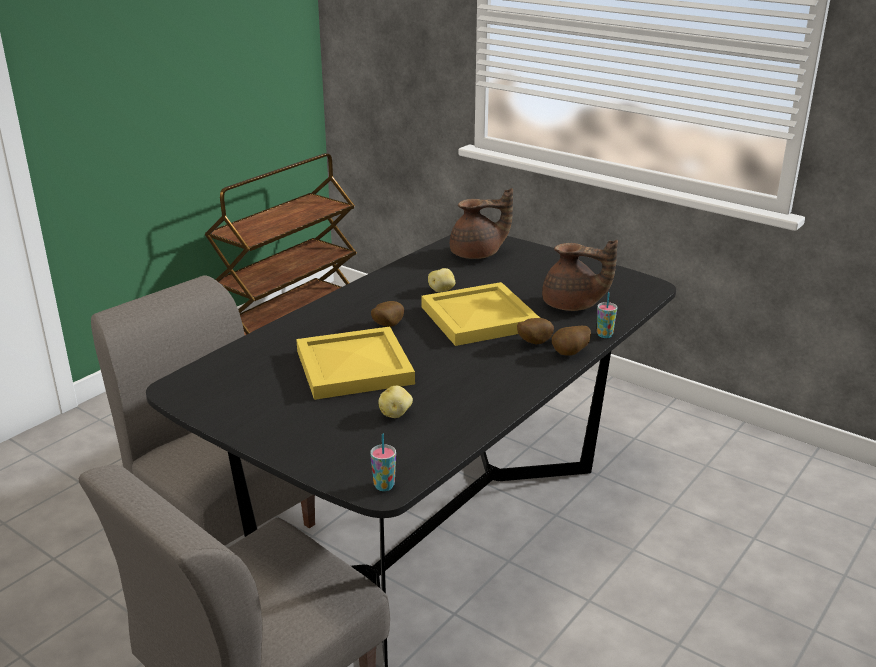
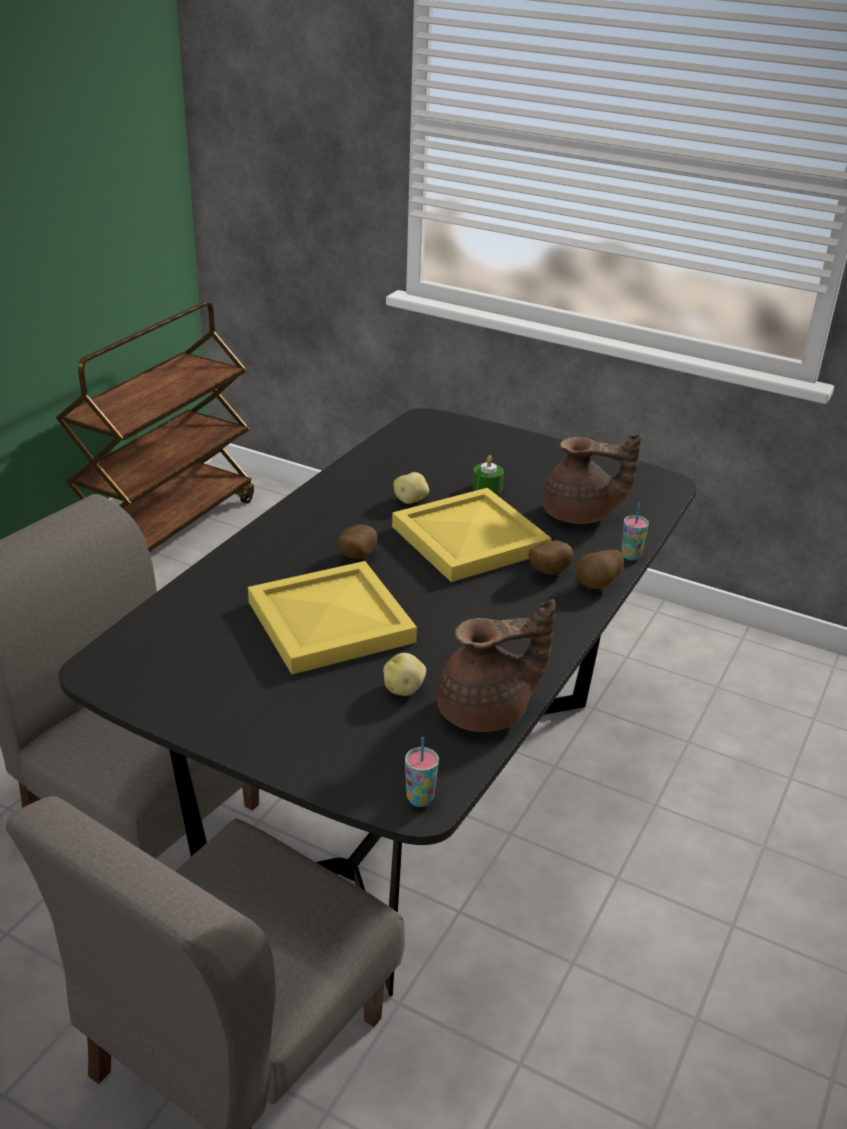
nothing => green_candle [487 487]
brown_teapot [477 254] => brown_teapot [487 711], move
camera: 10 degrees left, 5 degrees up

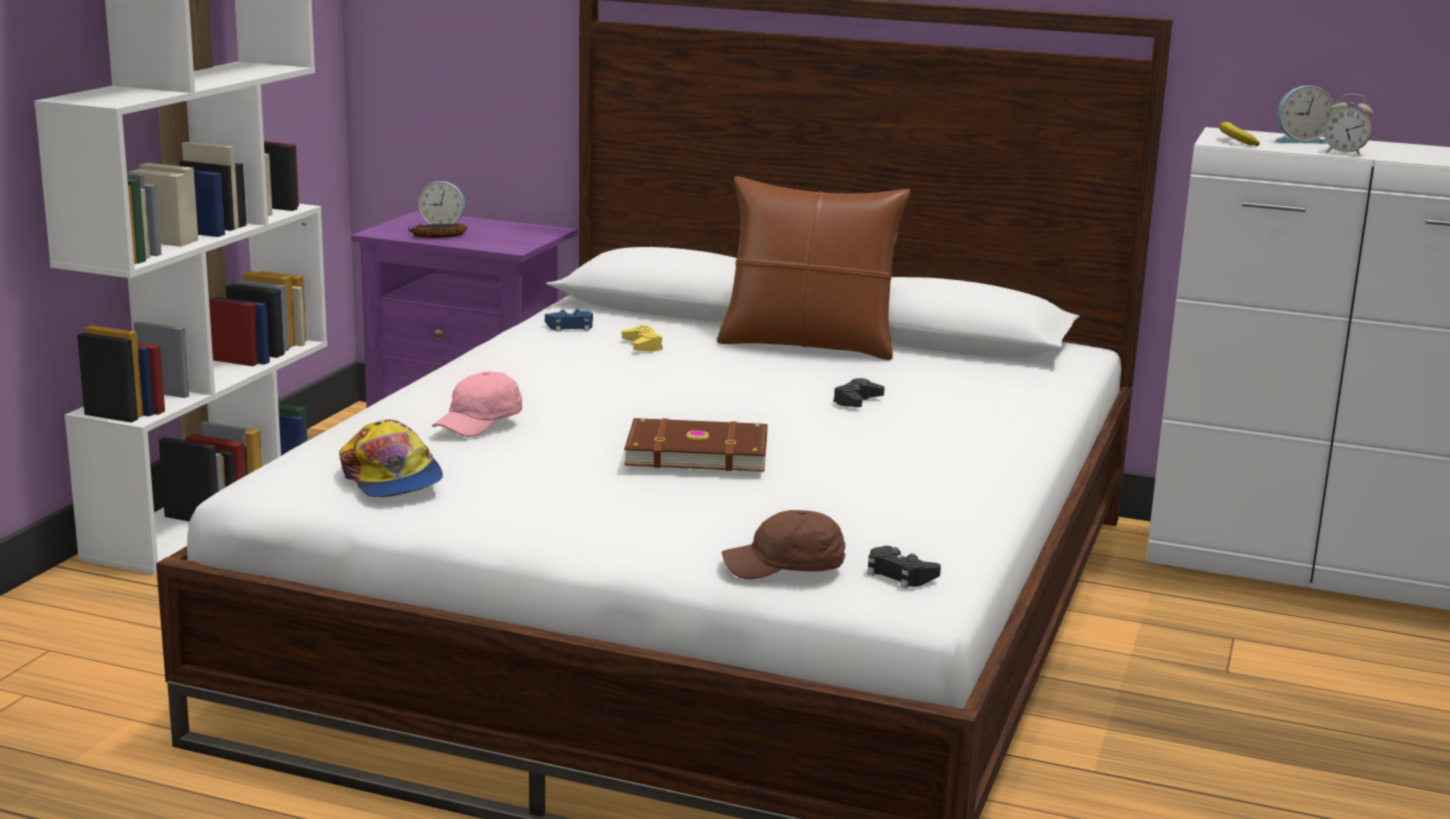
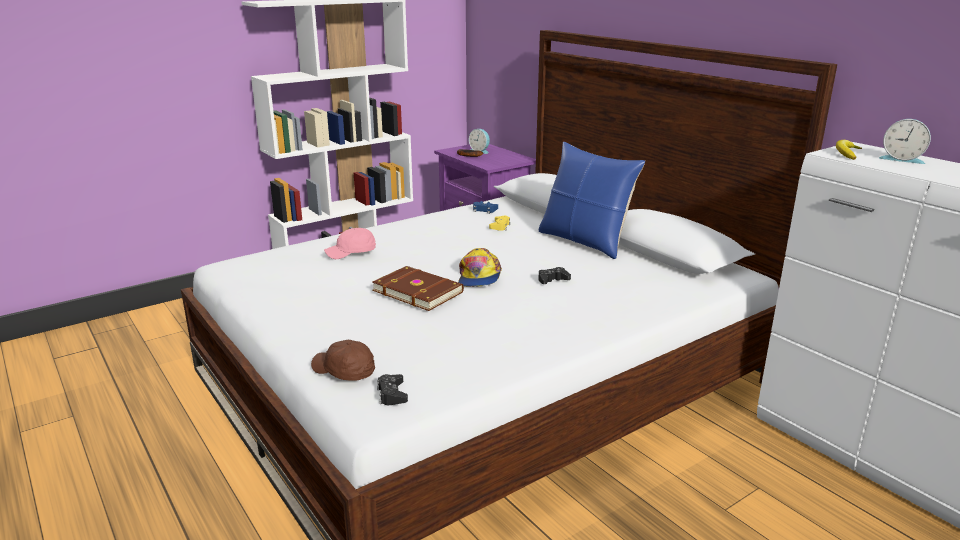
alarm_clock [1344 153] => nothing
cap [392 478] => cap [479 277], move
brown_pillow [808 345] => blue_pillow [585 241]
camera: 35 degrees right, 5 degrees up

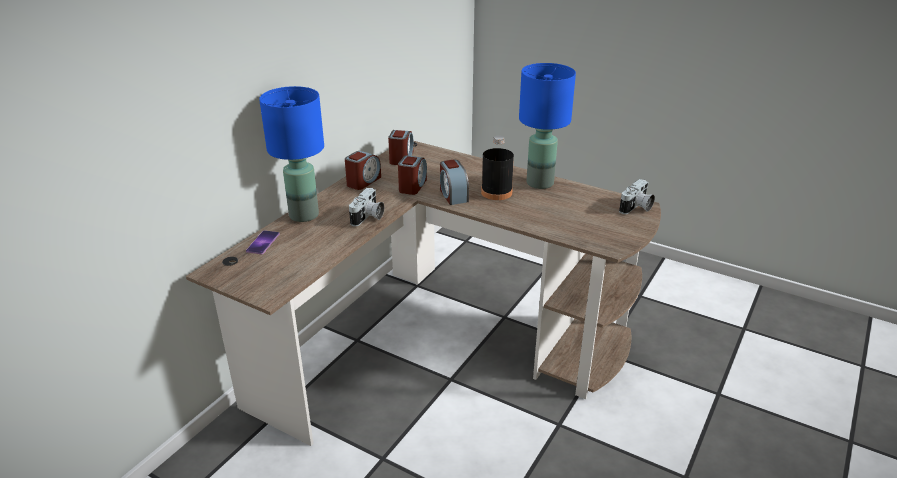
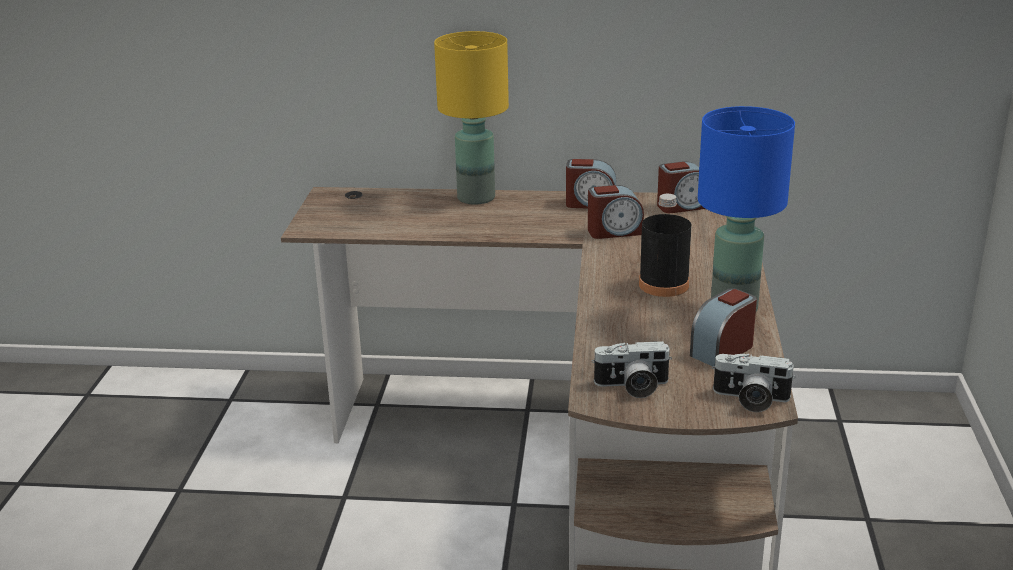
phone [263 242] => nothing
photo_camera [368 217] => photo_camera [632 387], move
alarm_clock [453 195] => alarm_clock [722 350], move
blue_table_lamp [303 215] => yellow_table_lamp [475 198]
camera: 65 degrees right, 5 degrees down

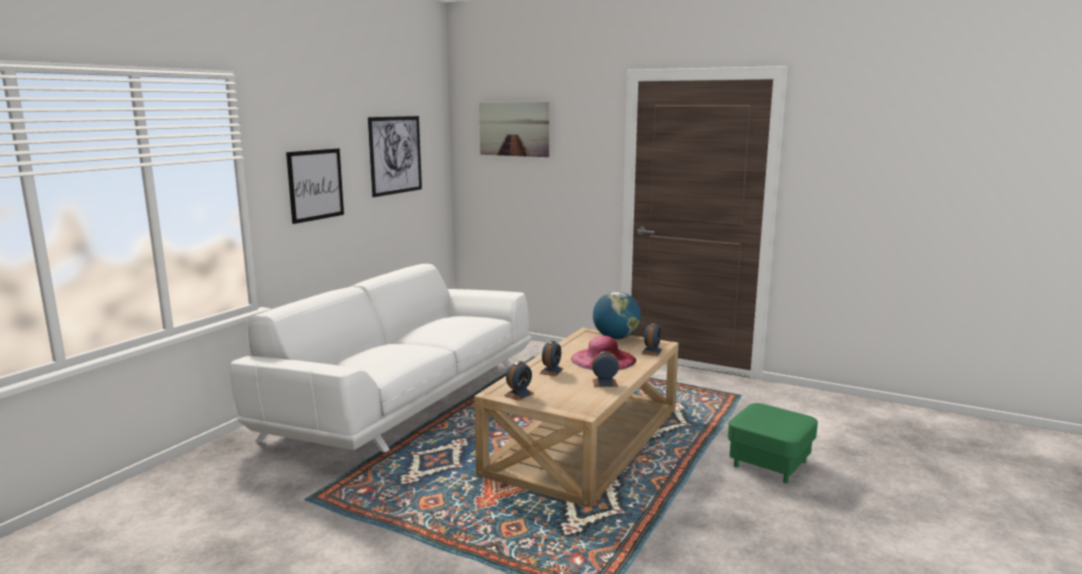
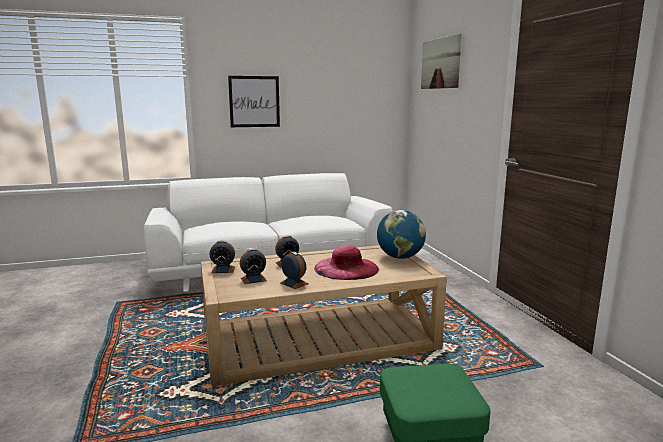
picture [395 155] => nothing
alarm_clock [652 351] => alarm_clock [253 279], move
camera: 45 degrees right, 0 degrees up

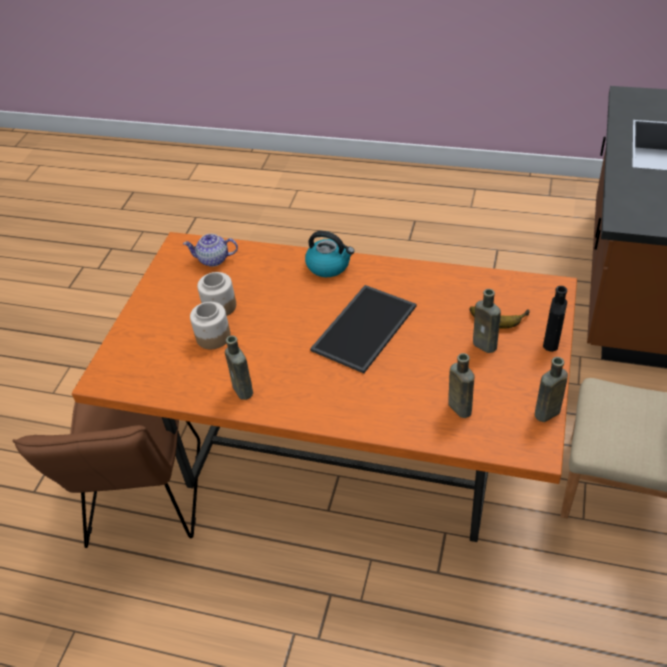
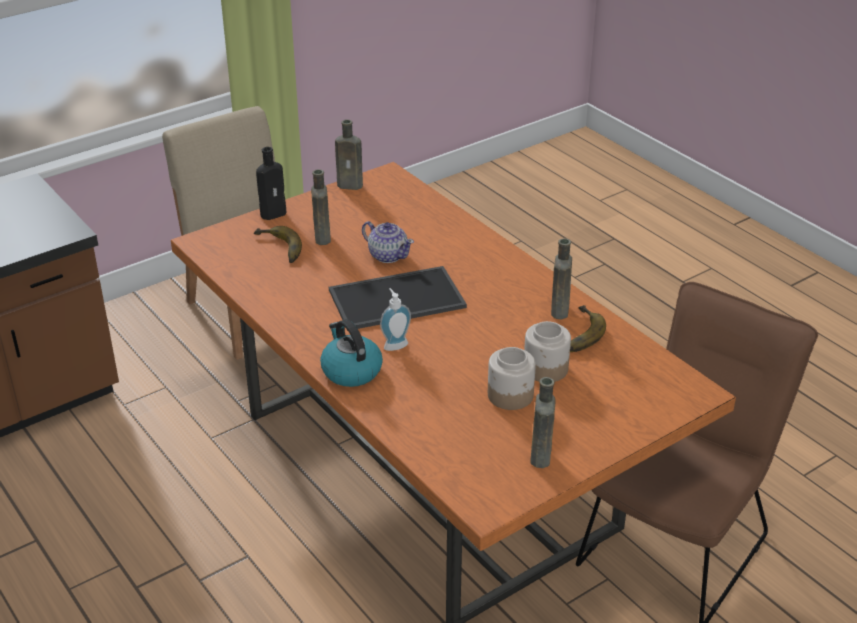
nothing => soap_dispenser [394 344]
nothing => banana [577 334]
teapot [214 259] => teapot [388 255], move
brown_bottle [458 406] => brown_bottle [540 458], move
camera: 145 degrees left, 10 degrees down

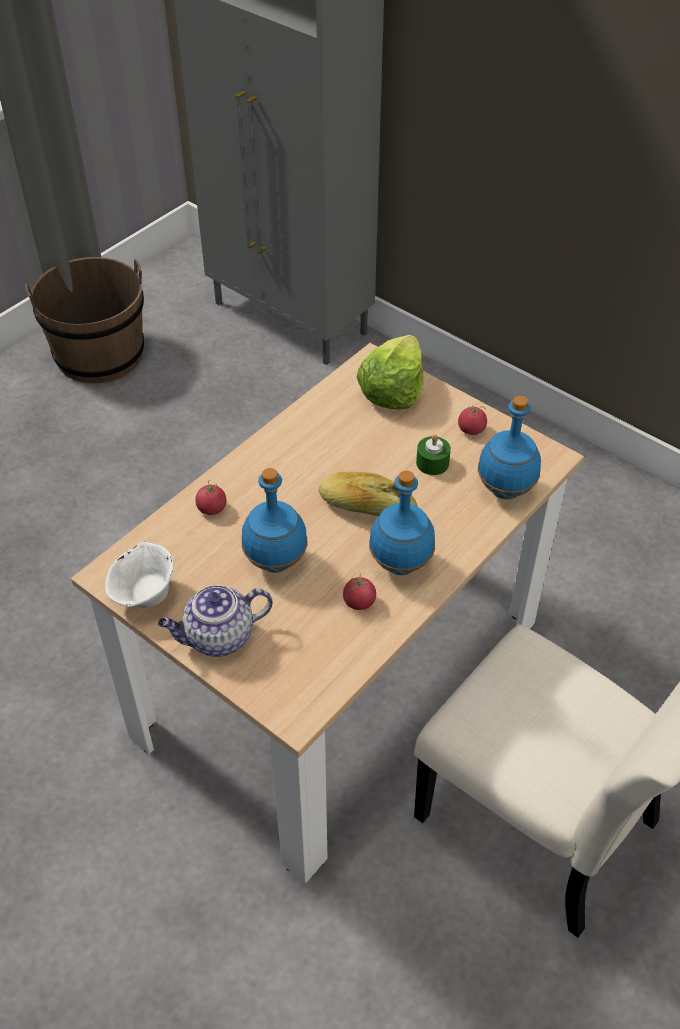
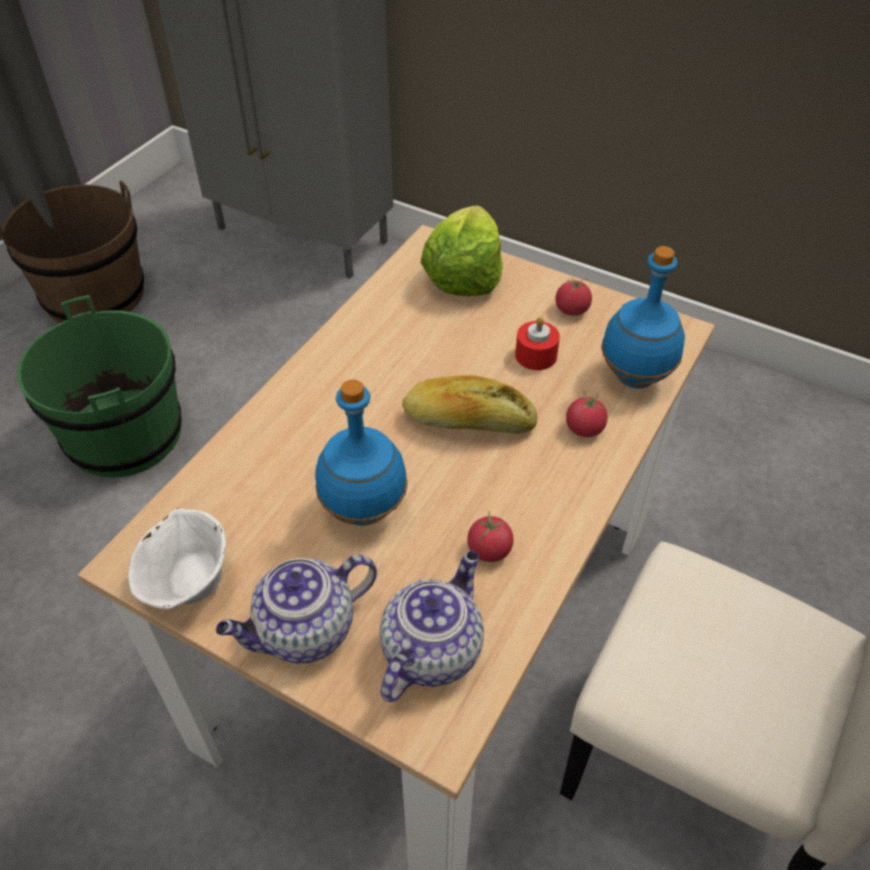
blue_bottle [399 564] => nothing
nothing => green_bucket [124 434]
nothing => teapot [432 649]
tomato [212 508] => tomato [584 428], move
green_candle [432 463] => red_candle [536 355]
camera: 10 degrees left, 0 degrees up

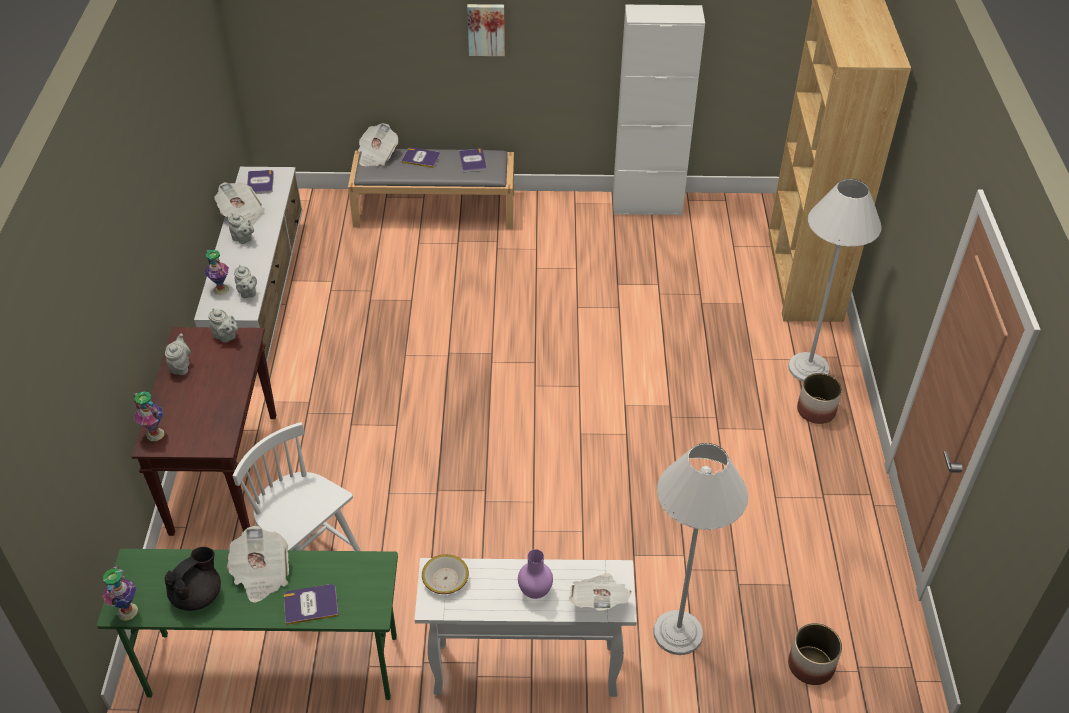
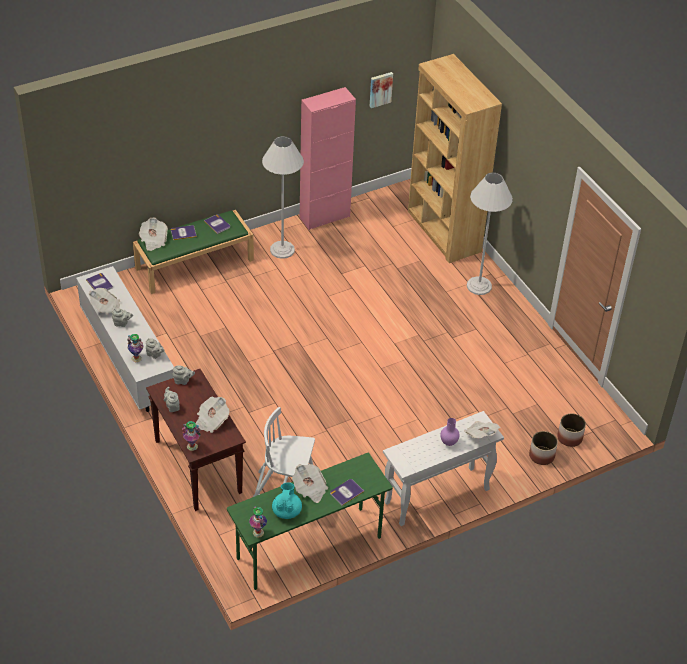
bowl [445 578] => nothing
nothing => newspaper [211 421]
picture [486 29] => picture [380 89], move
white_floor_lamp [678 633] => white_floor_lamp [282 250], move
planter [816 411] => planter [542 456], move
black_teapot [198 595] => turquoise_teapot [287 511]
grey_bench [436 209] => green_bench [195 263]
white_cabinet [647 205] => pink_cabinet [324 217]
camera: 30 degrees left, 0 degrees up

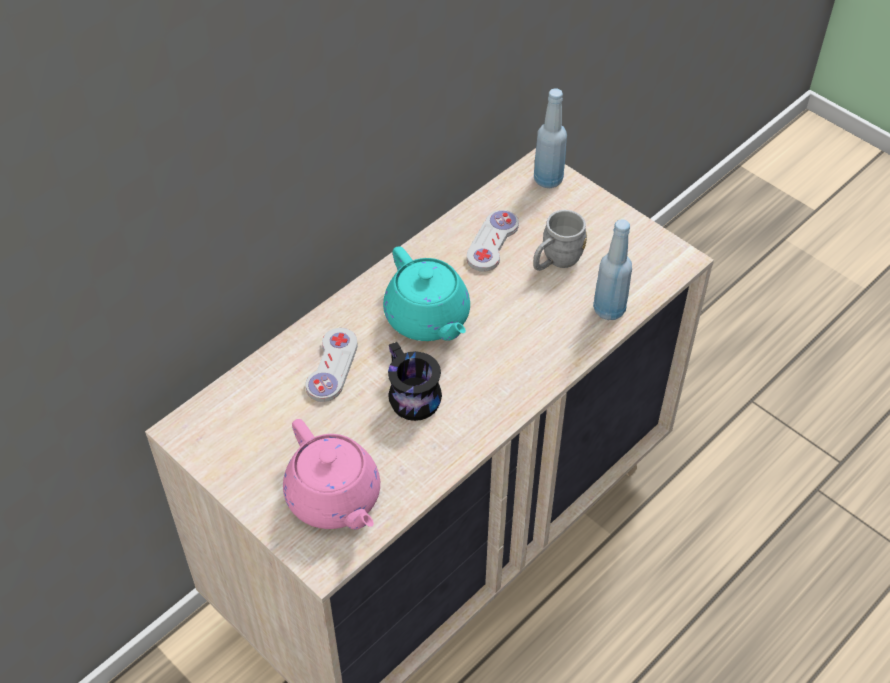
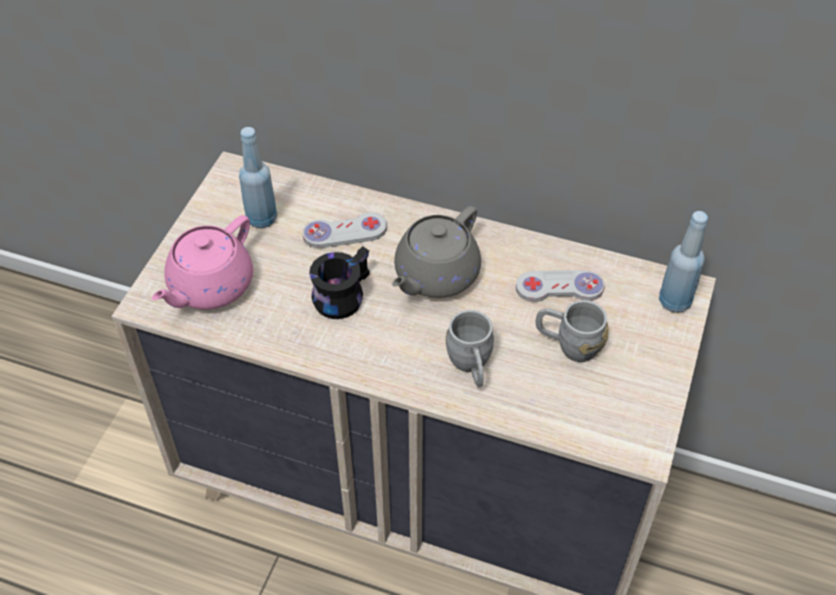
nothing => grey_mug [471 367]
blue_bottle [608 309] => blue_bottle [262 218], move
turquoise_teapot [428 319] => grey_teapot [435 275]
camera: 65 degrees right, 0 degrees up

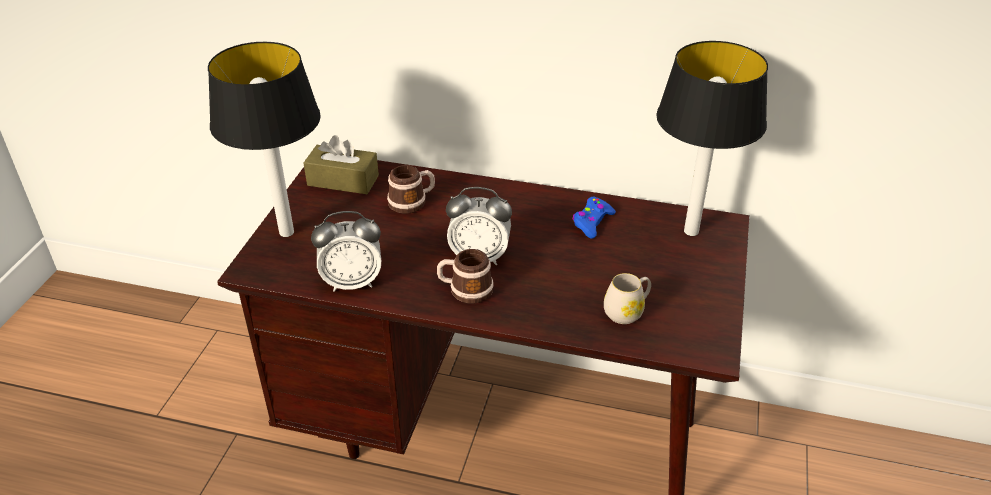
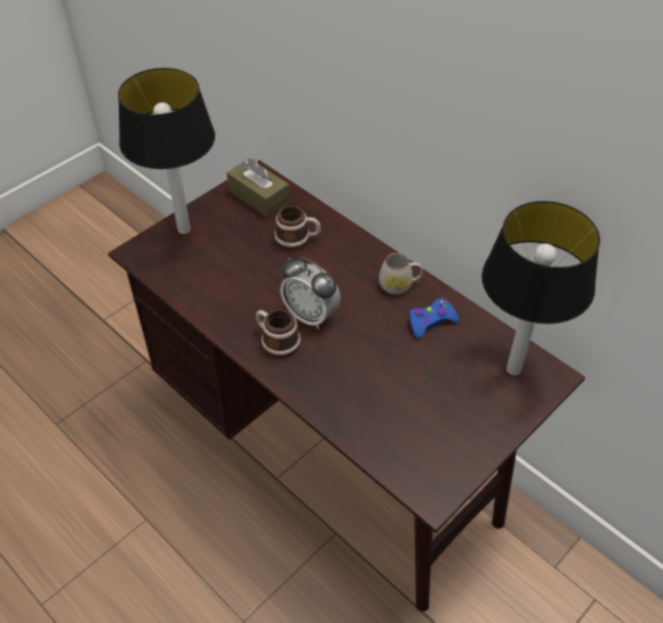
alarm_clock [352 282] => nothing
white_mug [627 311] => white_mug [399 285], move
camera: 30 degrees right, 10 degrees up

